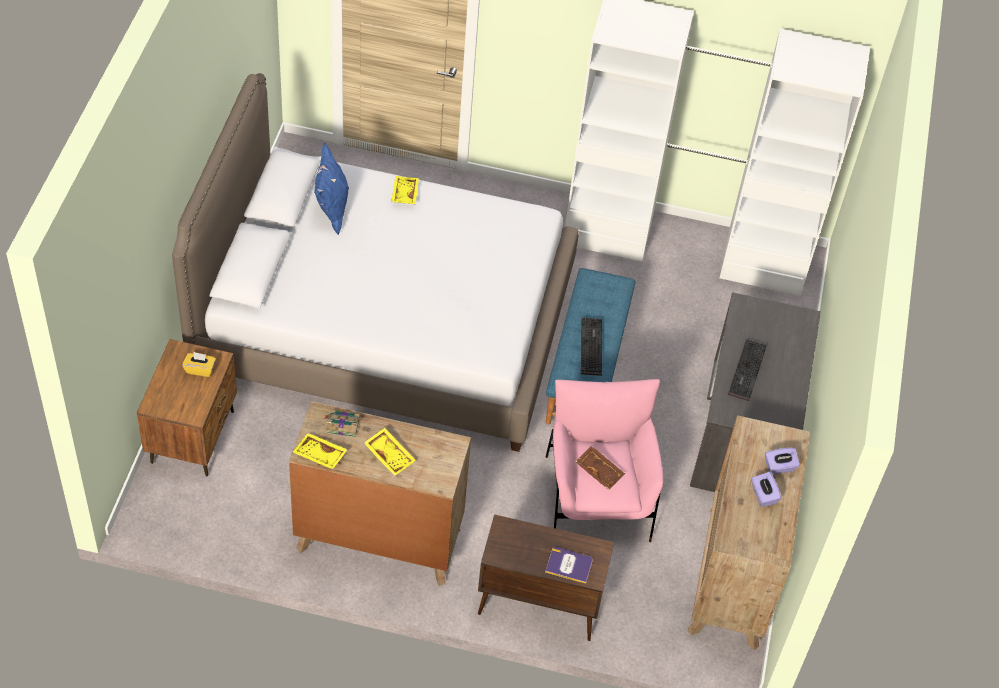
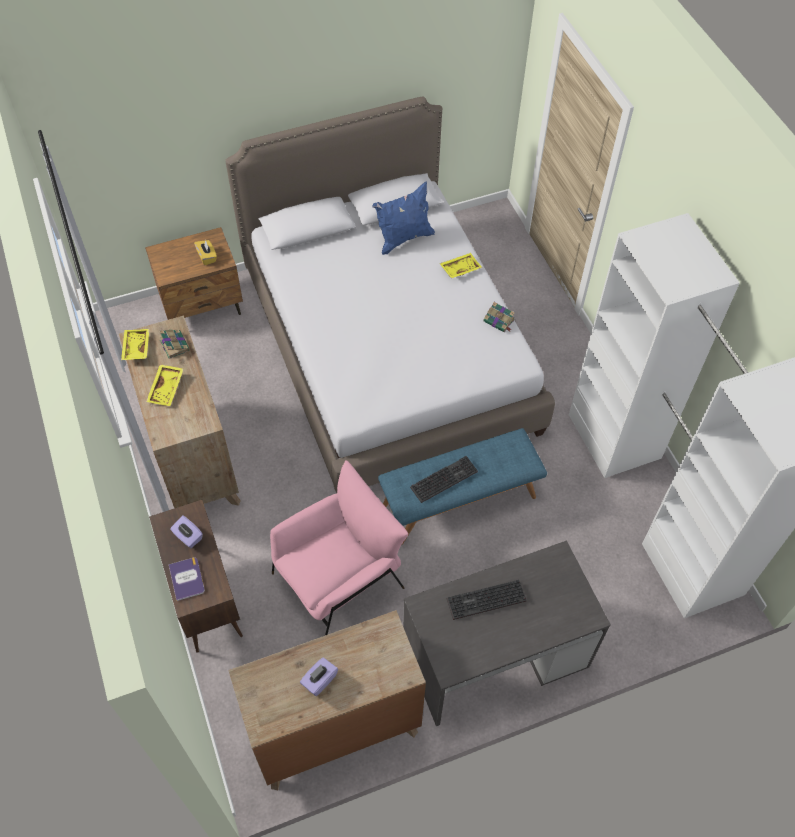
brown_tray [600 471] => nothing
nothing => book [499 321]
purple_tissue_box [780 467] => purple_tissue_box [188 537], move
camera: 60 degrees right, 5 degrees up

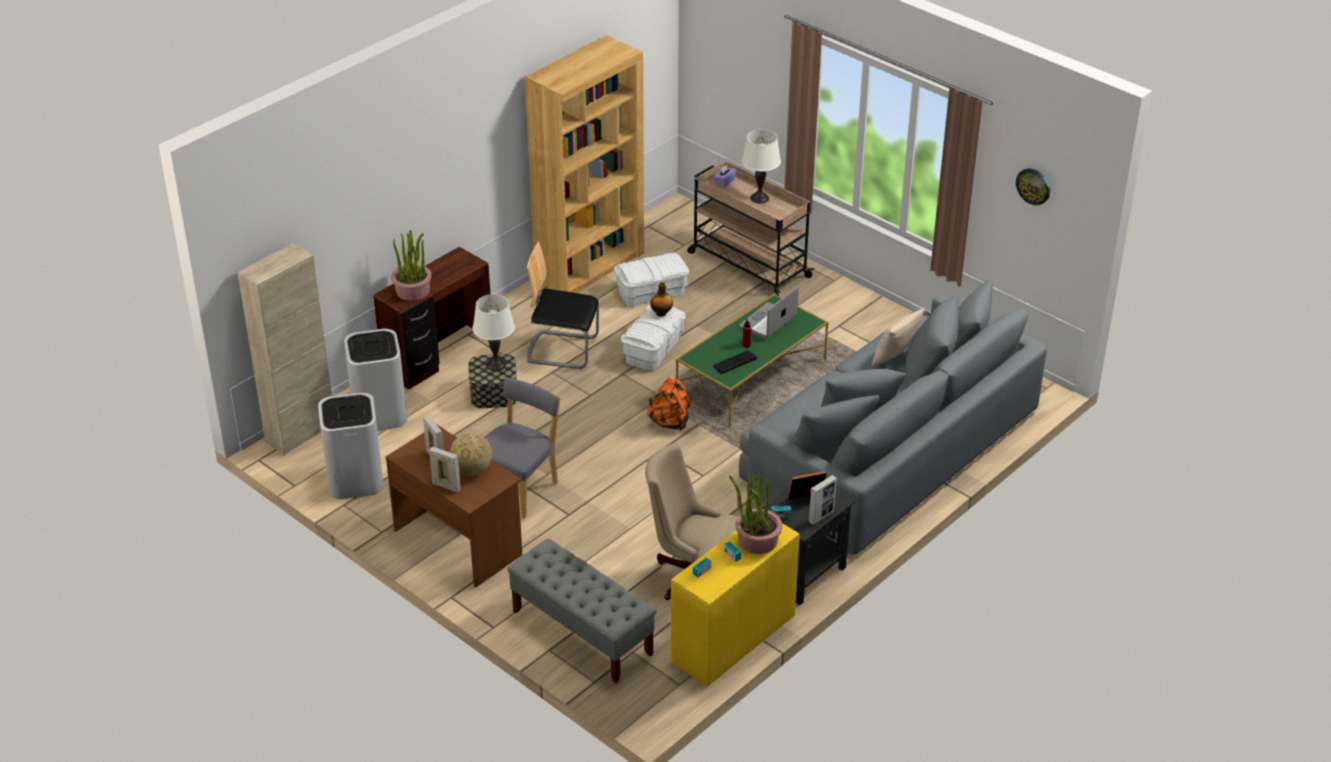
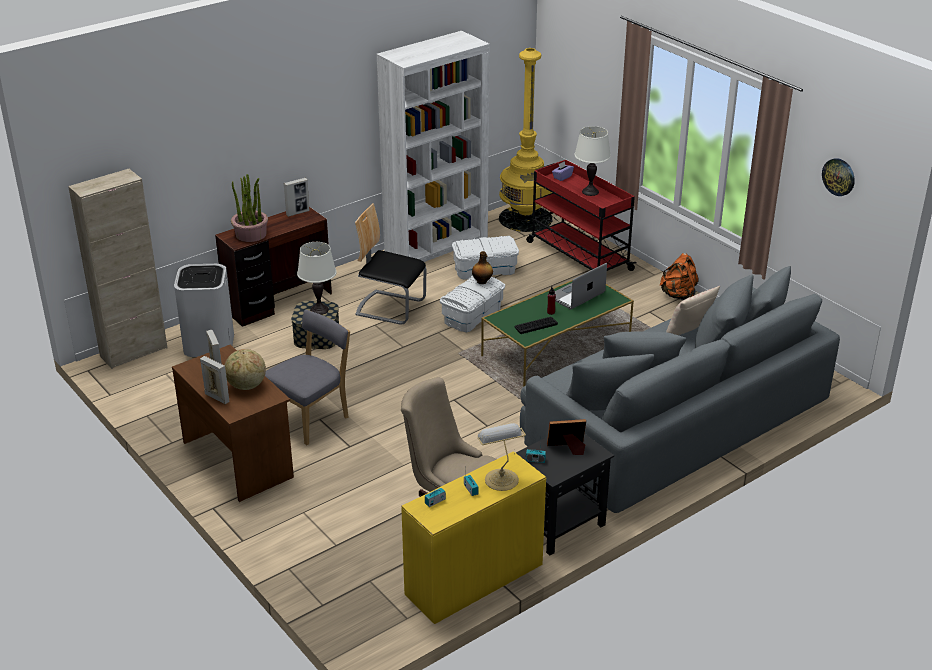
white_trash_can [356 480] => nothing
grey_bench [581 632] => nothing
nothing => yellow_floor_lamp [525 218]
orange_backpack [669 422] => orange_backpack [678 295], move
picture_frame [821 517] => picture_frame [298 213], move
potted_plant [757 540] => table_lamp [500 478]
brown_bookcase [590 266] => white_bookcase [436 245]
beige_cart [747 264] => red_cart [578 255]
camera: 10 degrees right, 5 degrees down

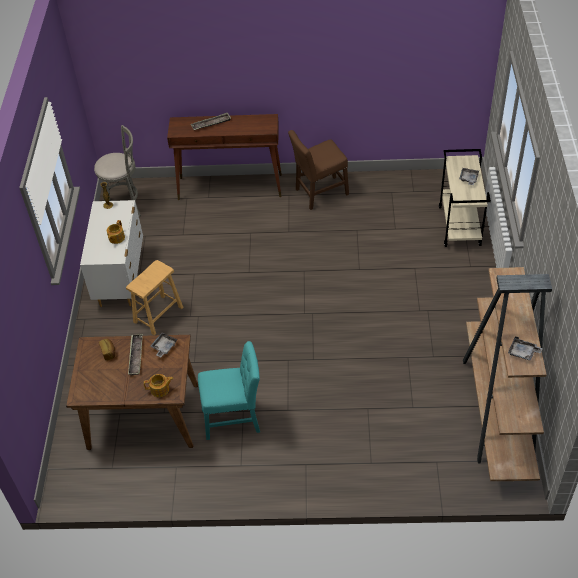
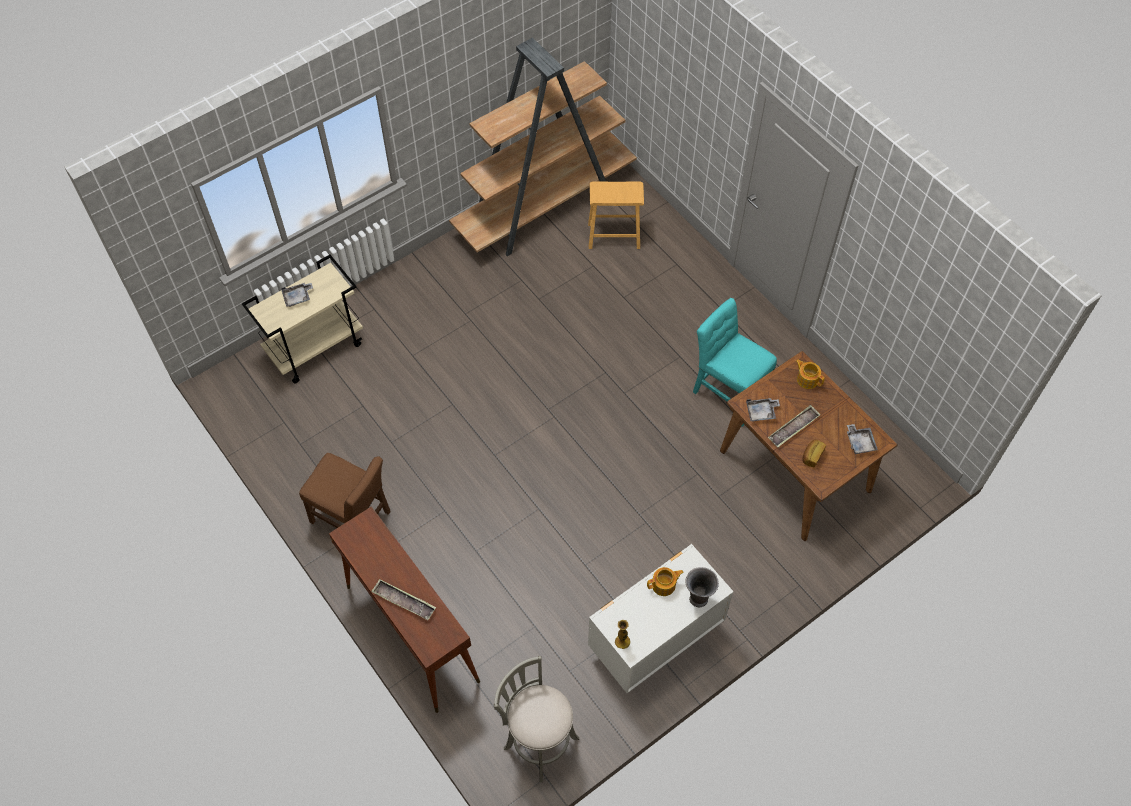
nothing => grey_vase [697 599]
brown_stool [158 314] => brown_stool [614 235], move
grey_tray [523 352] => grey_tray [860 442], move
camera: 130 degrees left, 10 degrees up

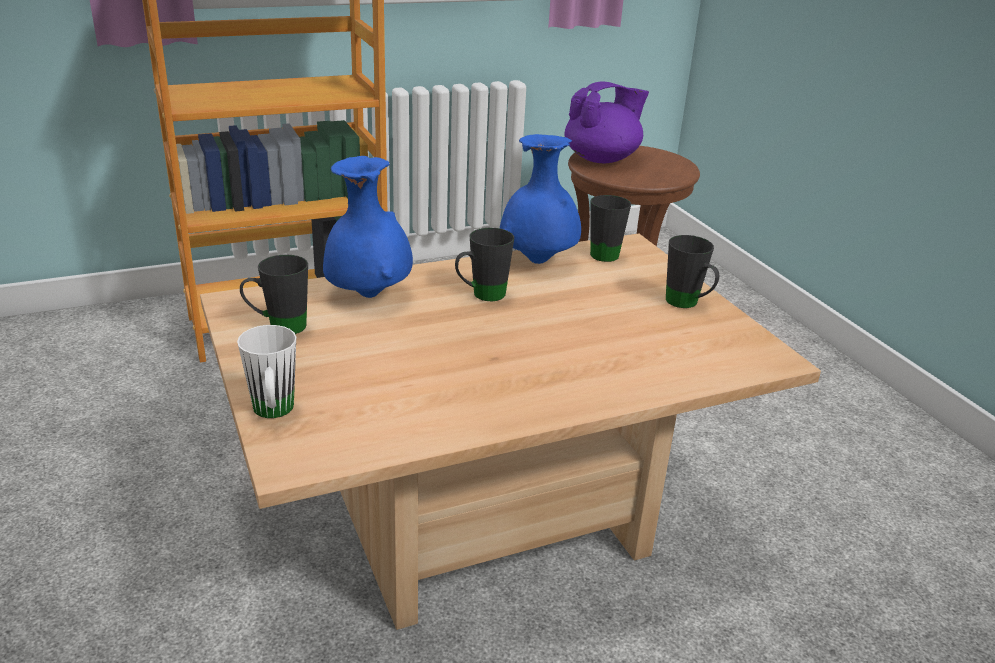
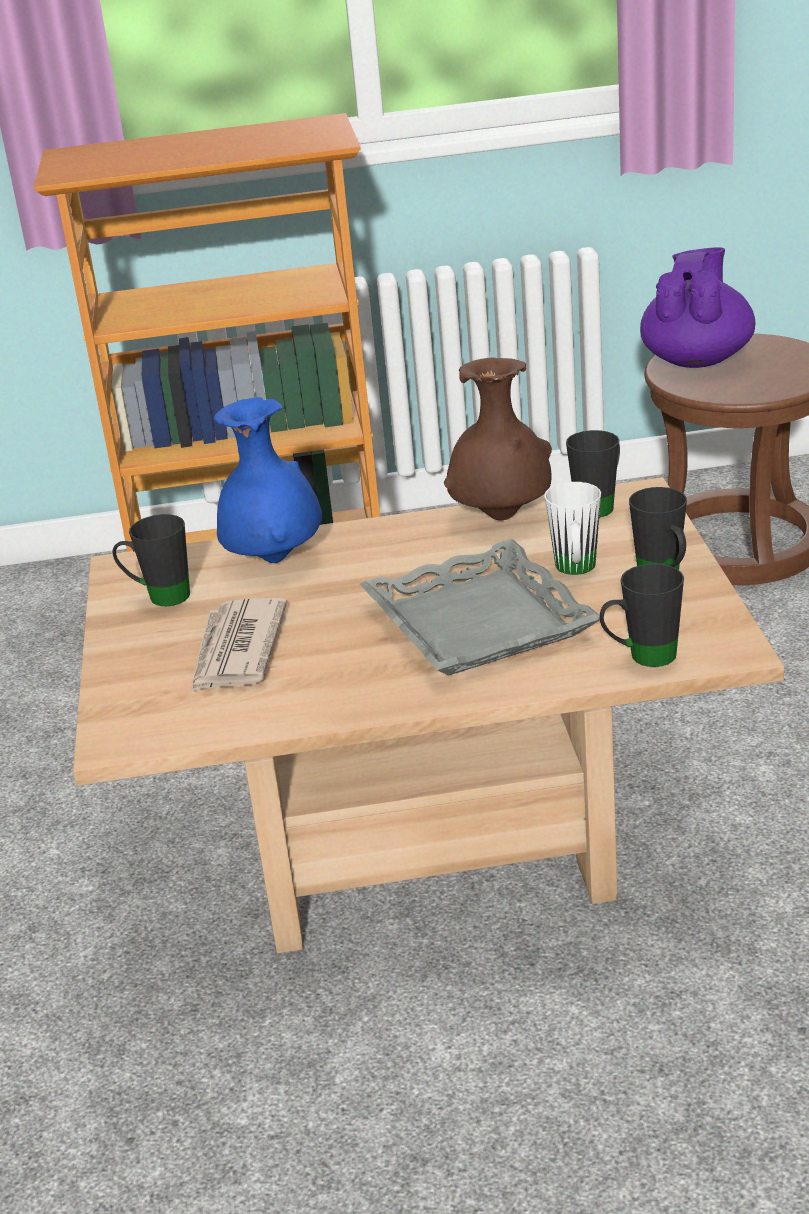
nothing => newspaper [236 650]
nothing => grey_tray [480 622]
white_mug [273 413] => white_mug [576 571], move
black_mug [481 296] => black_mug [641 658], move
blue_vase [537 261] => brown_vase [501 517]
purple_teapot [602 159] => purple_teapot [697 359], 60 degrees counterclockwise
camera: 20 degrees right, 0 degrees up

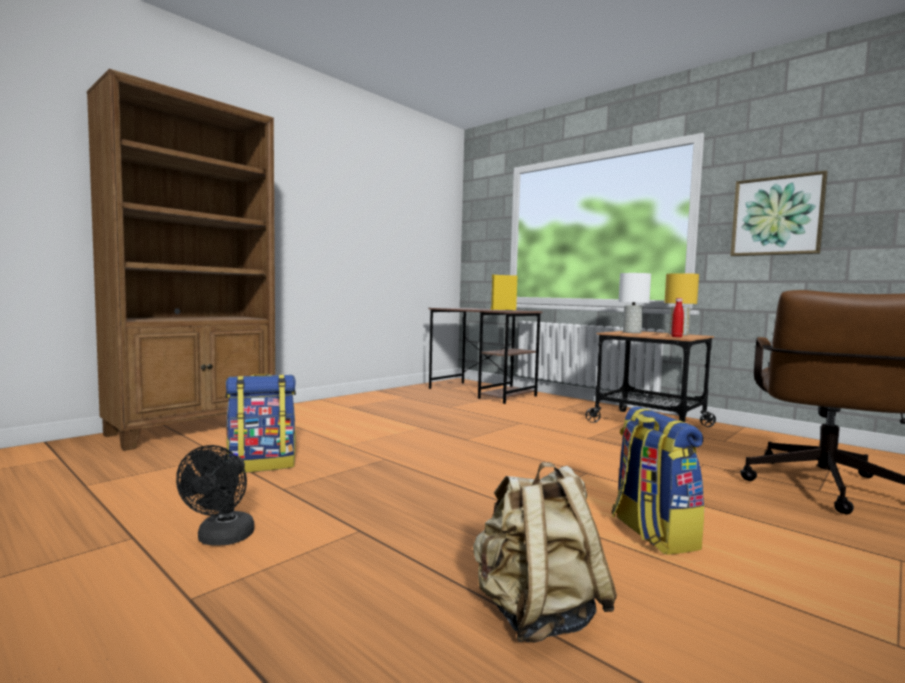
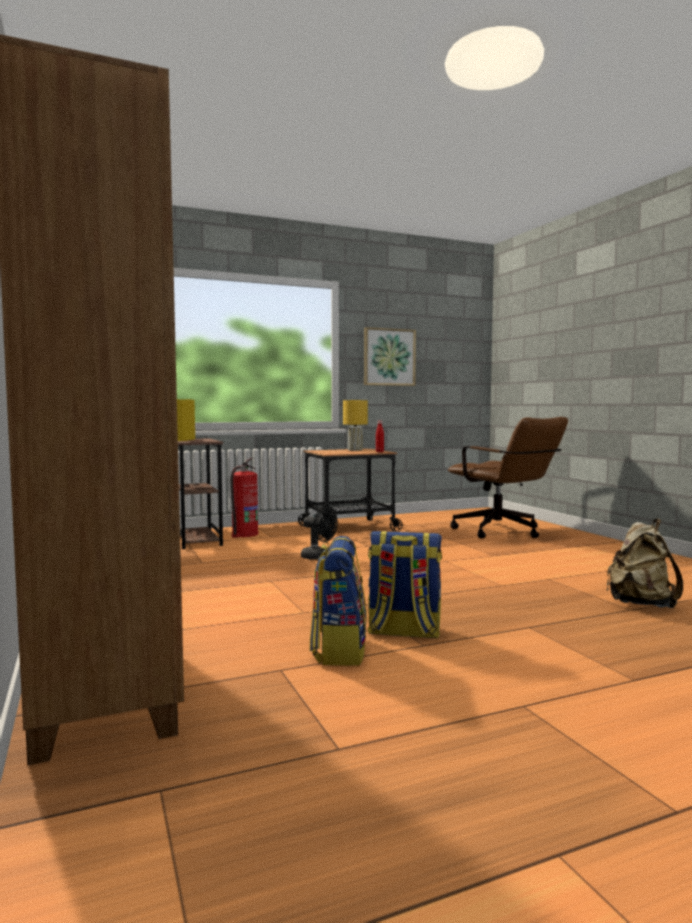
white_table_lamp [631 332] => nothing
nothing => fire_extinguisher [244 534]
black_fan [222 539] => black_fan [319 557], move
backpack [651 533] => backpack [403 632], move
camera: 65 degrees left, 0 degrees up

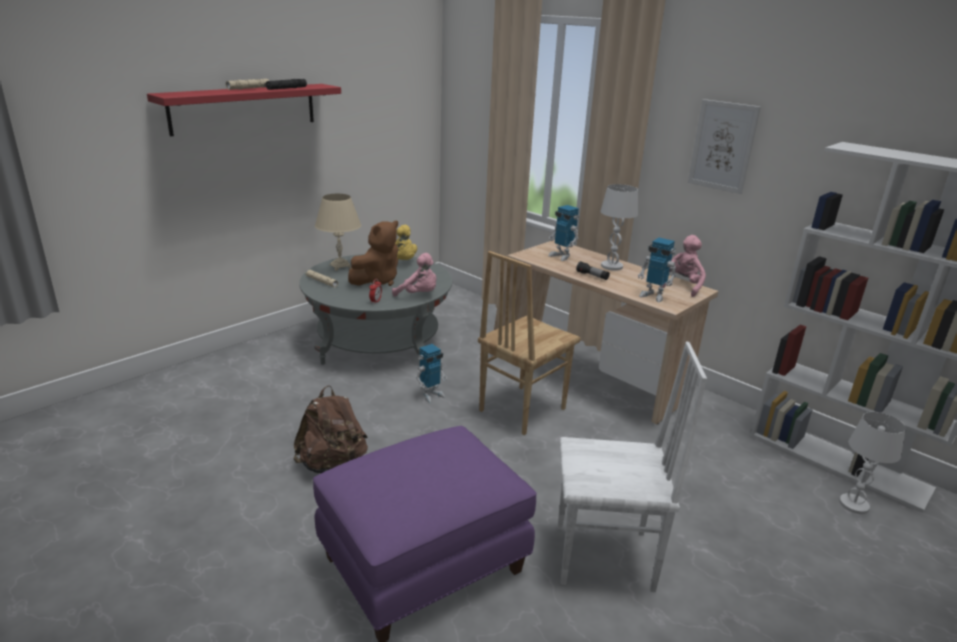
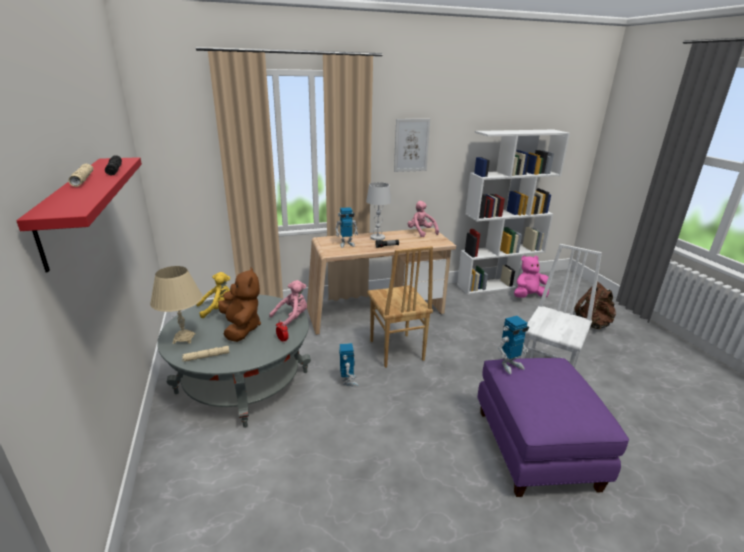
brown_backpack [333 465] => brown_backpack [593 324], move
toy_robot [653 296] => toy_robot [510 365], move
white_table_lamp [854 504] => pink_plush_toy [528 296]
camera: 60 degrees left, 0 degrees up

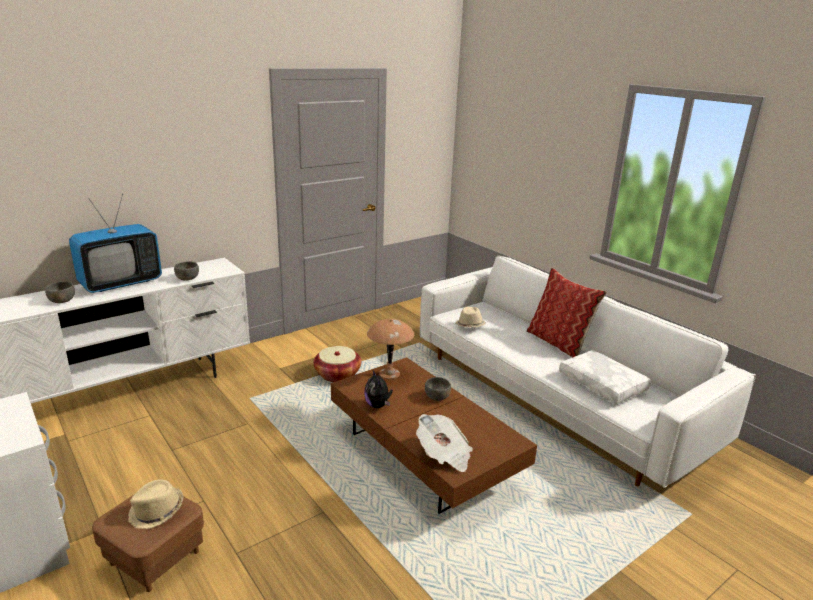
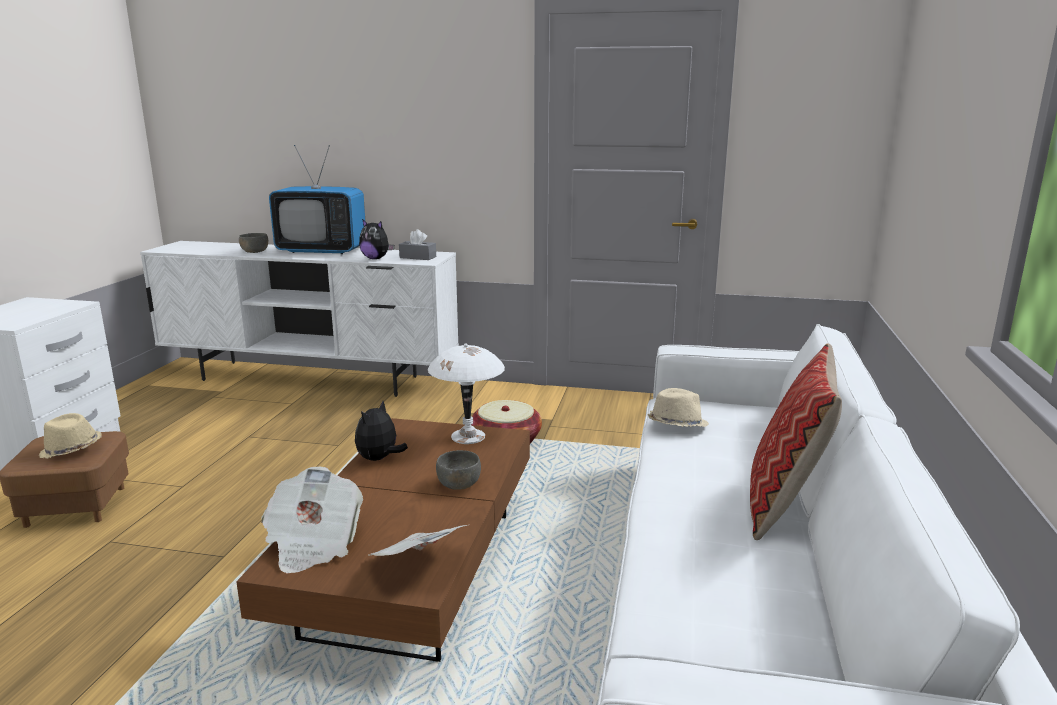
white_pillow [603 384] => nothing
nothing => newspaper [419 564]
nothing => grey_tissue_box [418 257]
grey_bowl [187 278] => plush_toy [376 258]
brown_table_lamp [390 373] => white_table_lamp [468 437]
camera: 50 degrees right, 5 degrees down

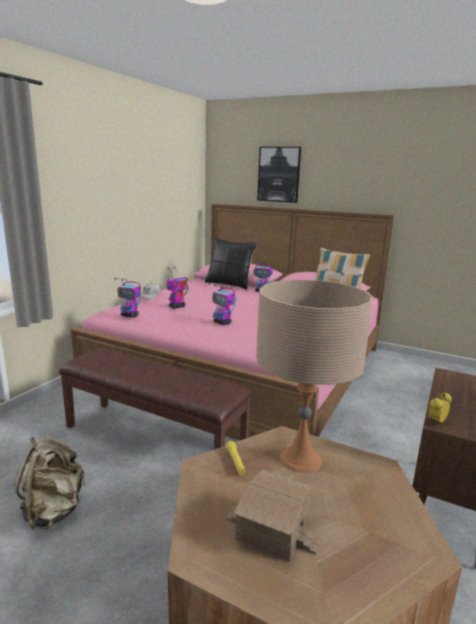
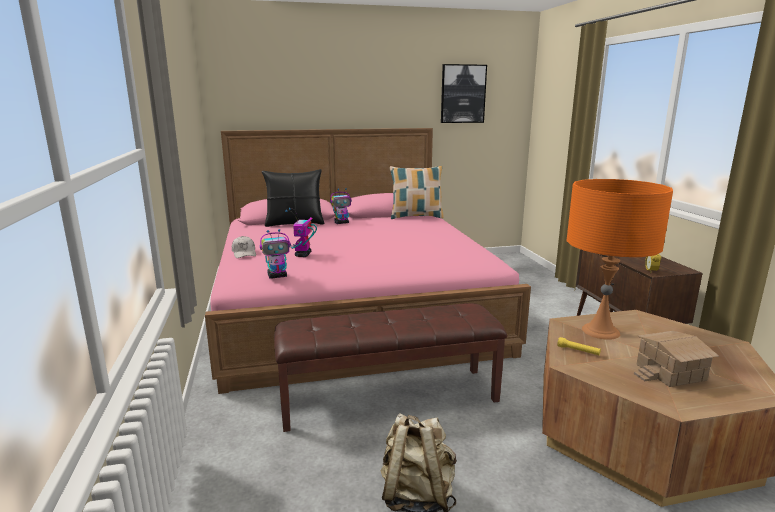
toy_robot [222 323] => nothing
picture [279 174] => picture [463 94], move
beige_table_lamp [300 459] => orange_table_lamp [601 331]
camera: 40 degrees left, 0 degrees up

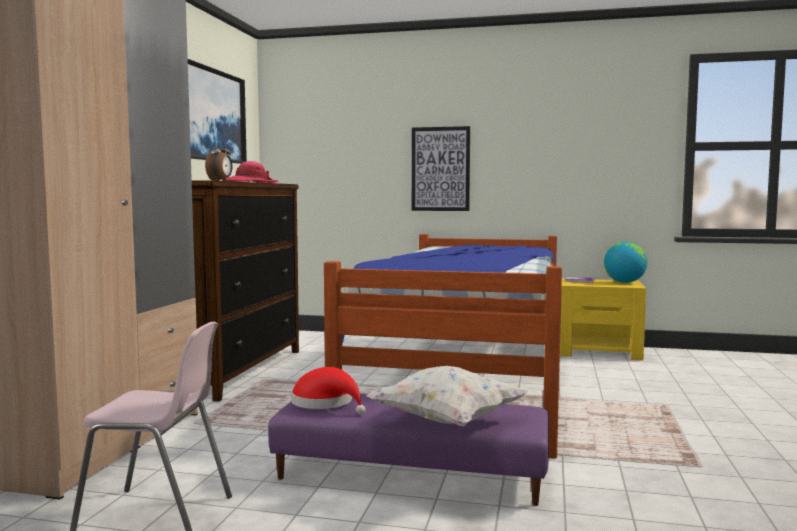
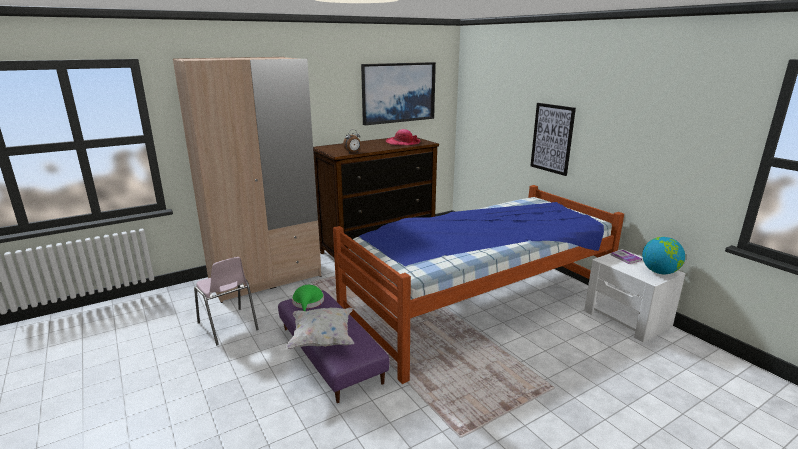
red_hat [326 403] => green_hat [308 303]
yellow_nightstand [599 351] => white_nightstand [627 319]
camera: 45 degrees right, 15 degrees up

